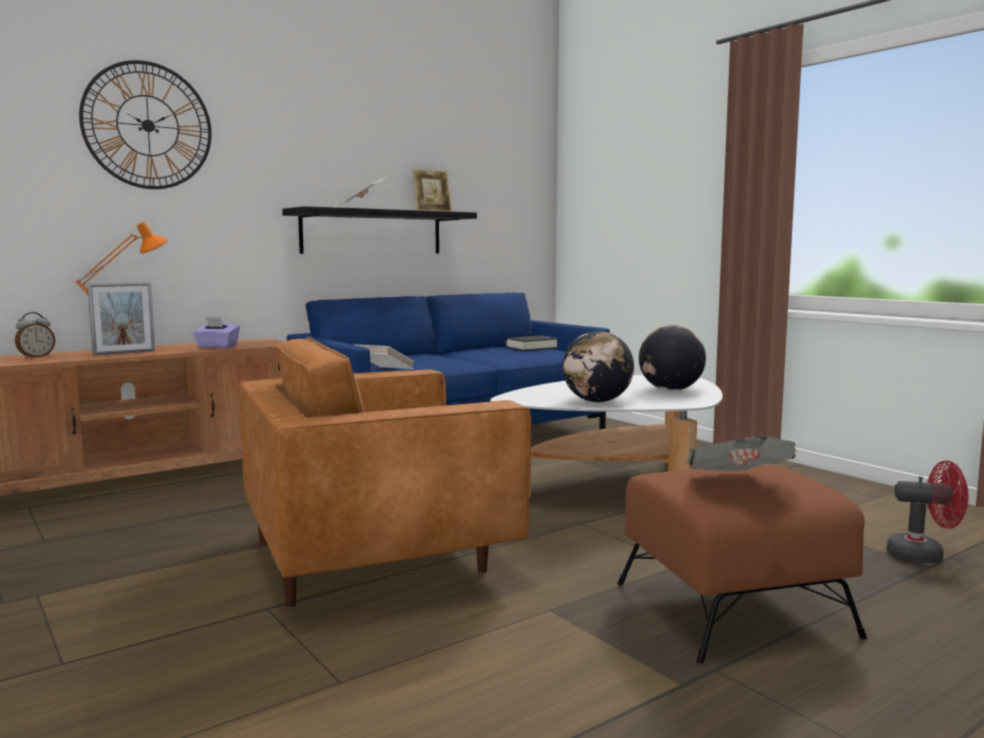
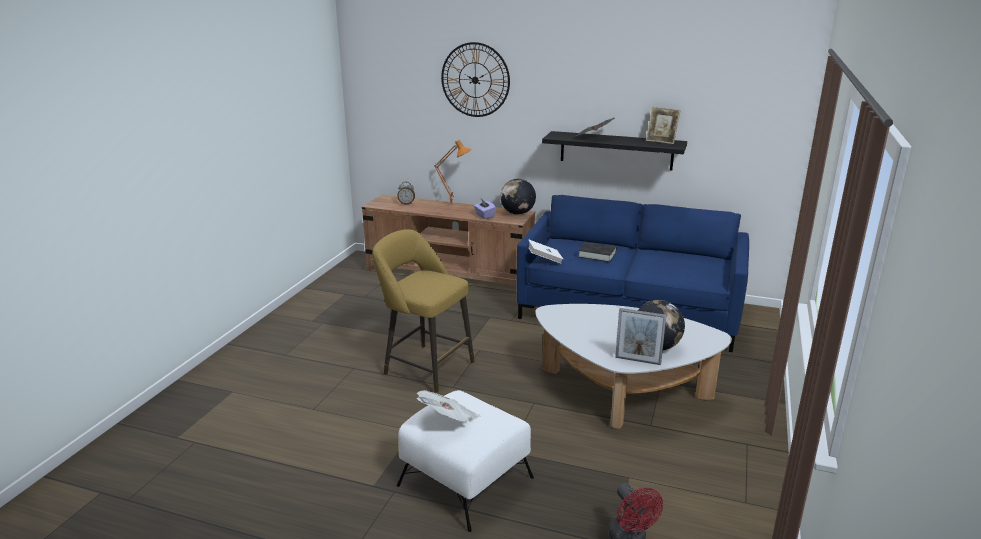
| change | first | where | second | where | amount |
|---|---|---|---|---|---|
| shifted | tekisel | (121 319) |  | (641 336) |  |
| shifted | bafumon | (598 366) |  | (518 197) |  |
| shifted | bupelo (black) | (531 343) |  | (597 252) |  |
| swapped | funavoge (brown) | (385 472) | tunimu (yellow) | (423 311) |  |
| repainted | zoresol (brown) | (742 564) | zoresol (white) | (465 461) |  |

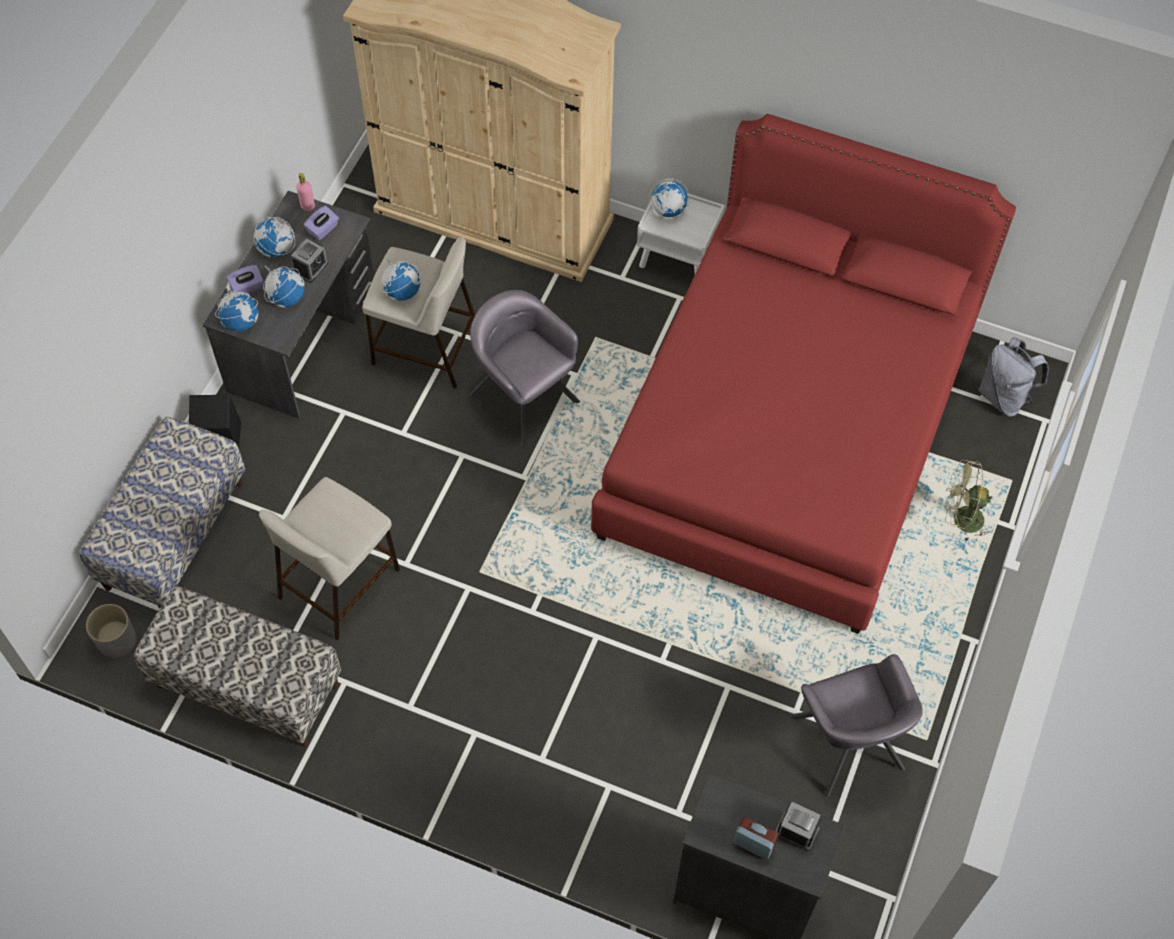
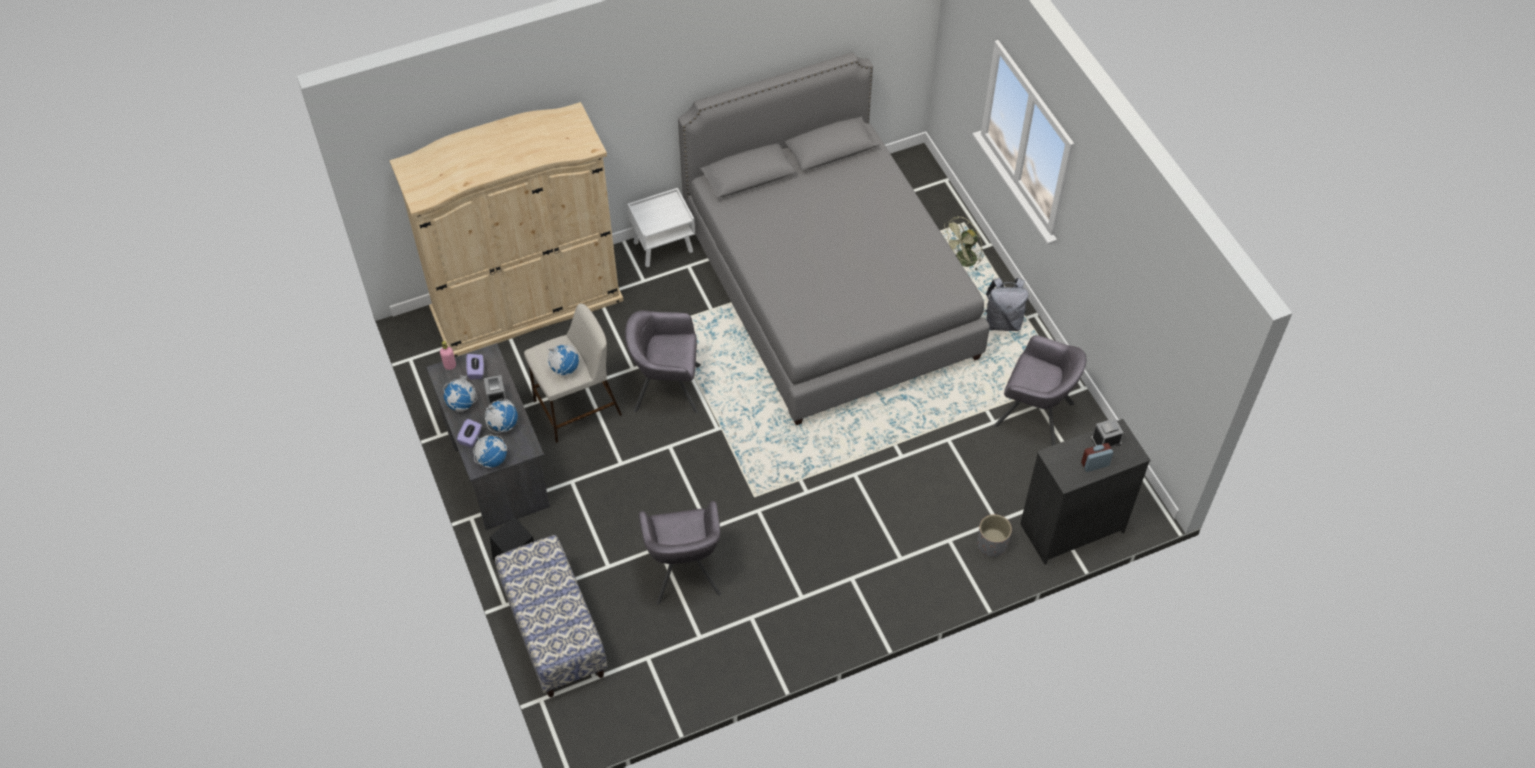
| change | first | where | second | where | amount |
|---|---|---|---|---|---|
| repainted | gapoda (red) | (803 374) | gapoda (grey) | (834 238) |  |
| gone | bafumon | (669 199) |  |  |  |
| shifted | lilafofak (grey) | (1014 377) |  | (1006 304) |  |
| swapped | tunimu (beige) | (329 558) | funavoge (grey) | (680 553) |  |
| gone | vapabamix | (237 666) |  |  |  |
| shifted | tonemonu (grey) | (111 631) |  | (994 535) |  |

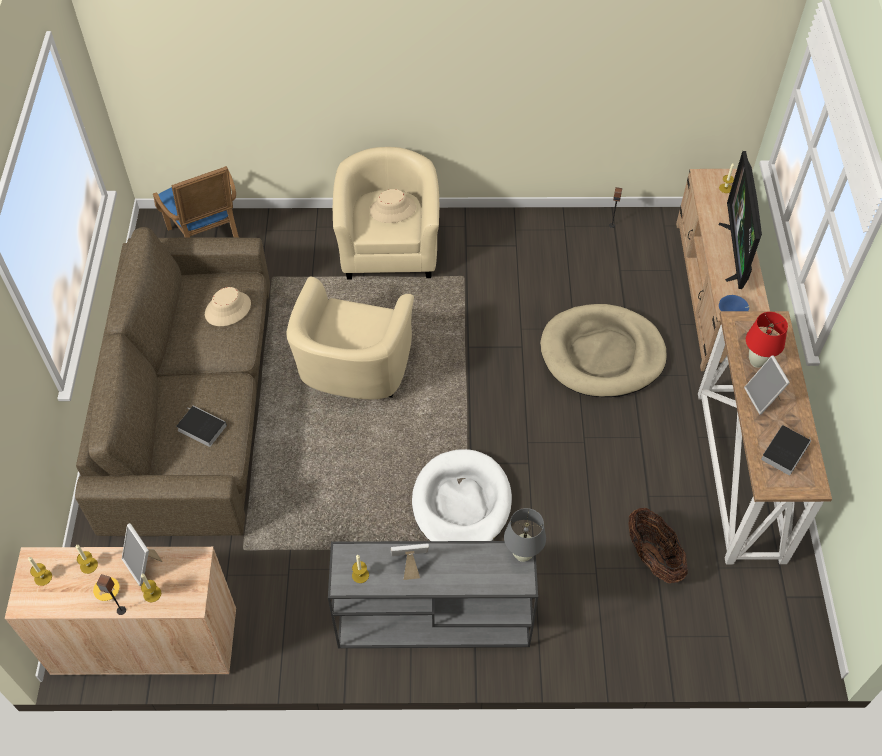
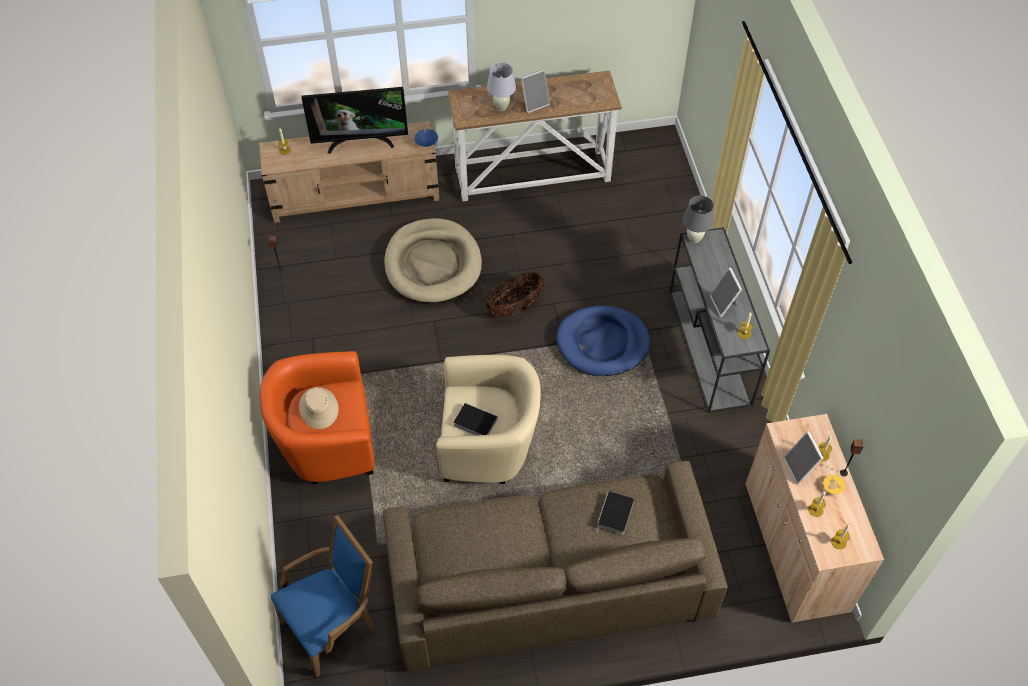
| change | first | where | second | where | amount |
|---|---|---|---|---|---|
| repainted | funavoge (beige) | (386 213) | funavoge (orange) | (317 417) |  |
| gone | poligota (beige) | (228 306) |  |  |  |
| repainted | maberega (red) | (767 340) | maberega (white) | (501 87) |  |
| shifted | bupelo | (786 450) |  | (475 419) |  |
| repainted | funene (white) | (462 495) | funene (blue) | (603 340) |  |
| shifted | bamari | (658 545) |  | (515 295) |  |
| rotated | tekisel | (142 554) |  | (803 458) | 120 degrees clockwise |

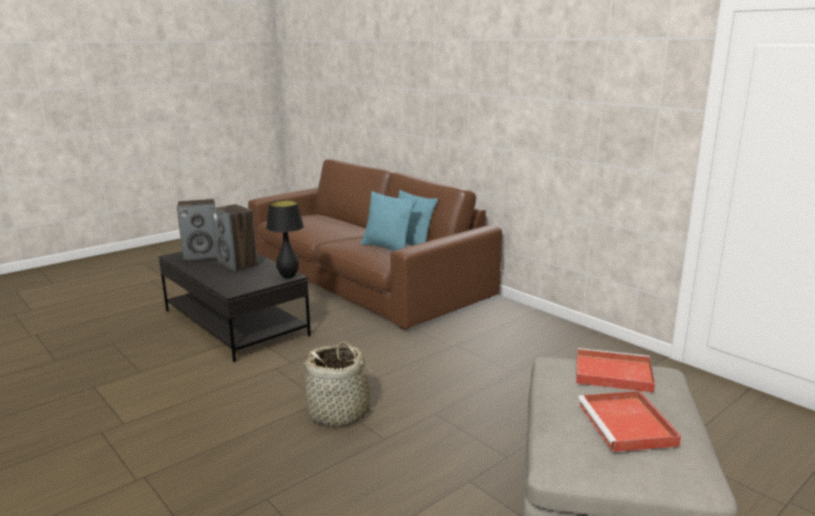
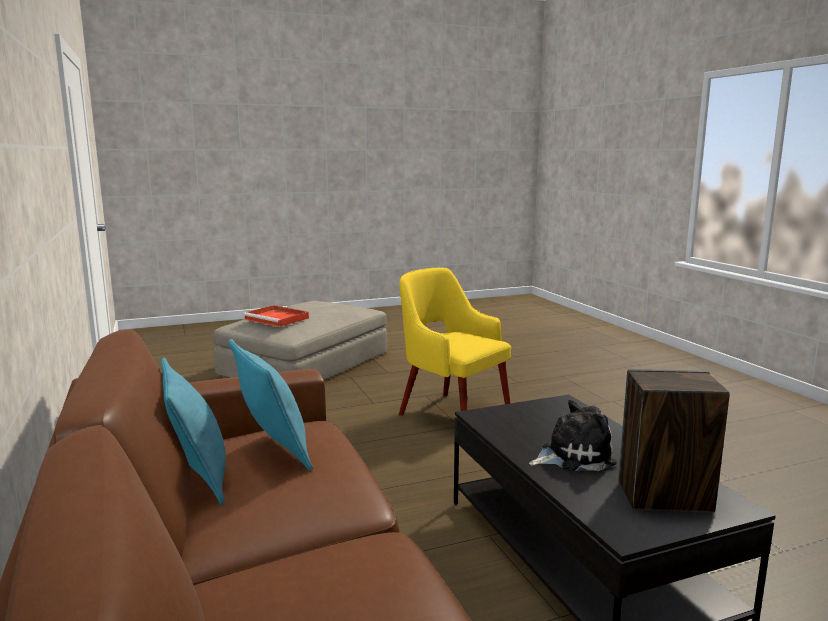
| change | first | where | second | where | amount |
|---|---|---|---|---|---|
| gone | maberega (black) | (285 239) |  |  |  |
| swapped | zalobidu | (235 237) | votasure | (573 435) |  |
| swapped | bamari | (341 384) | funavoge (yellow) | (455 342) |  |
| gone | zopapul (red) | (629 421) |  |  |  |

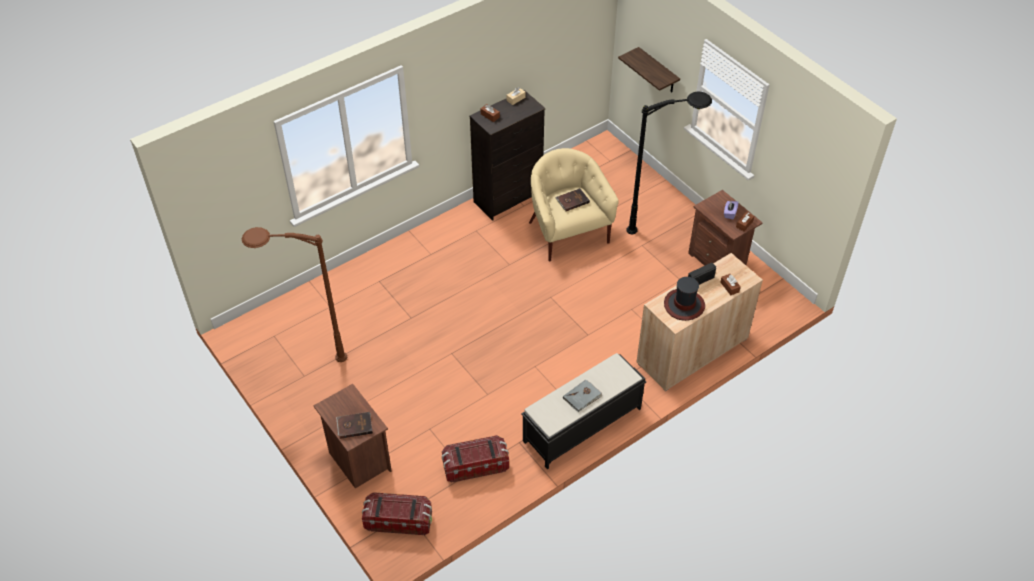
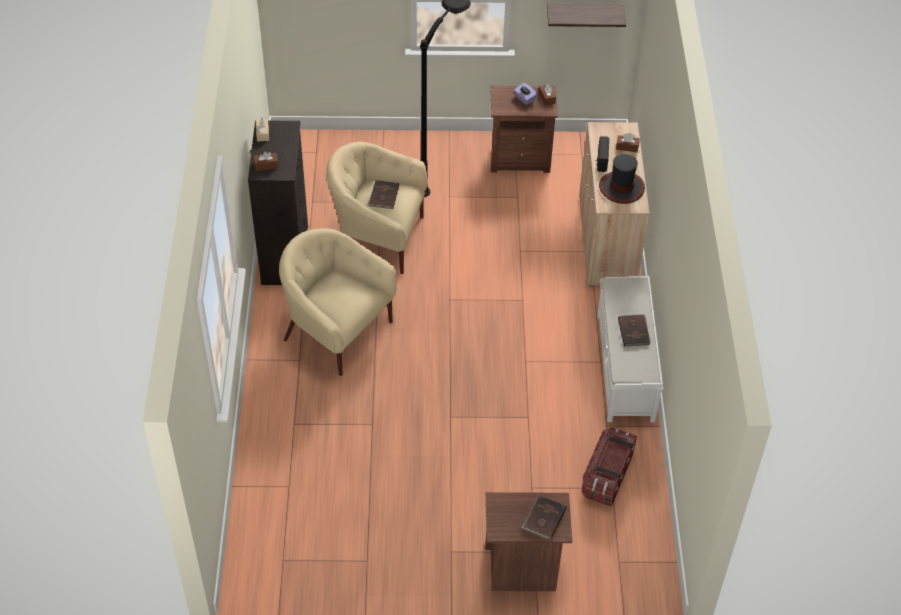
| change | first | where | second | where | amount |
|---|---|---|---|---|---|
| shifted | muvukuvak | (649 69) |  | (586 15) |  |
| gone | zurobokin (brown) | (294 294) |  |  |  |
| repainted | vapabamix (black) | (583 411) | vapabamix (white) | (630 349) |  |
| repainted | bupelo (grey) | (583 396) | bupelo (brown) | (634 330) |  |
| gone | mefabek | (397 513) |  |  |  |
| new |  |  | funavoge (beige) | (337 302) |  |

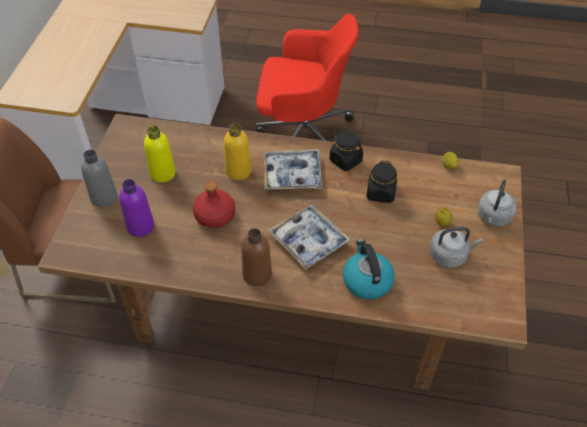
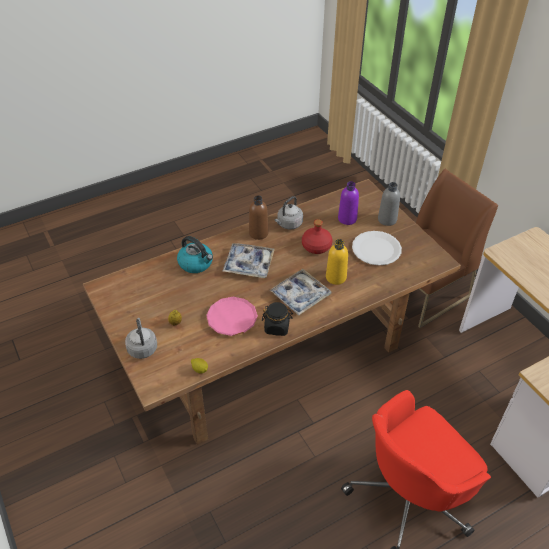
| change | first | where | second | where | amount |
|---|---|---|---|---|---|
| swapped | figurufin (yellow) | (160 154) | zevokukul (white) | (377 248) |  |
| swapped | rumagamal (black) | (381 182) | zevokukul (pink) | (232 316) |  |
| shifted | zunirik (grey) | (456 247) |  | (289 212) |  |

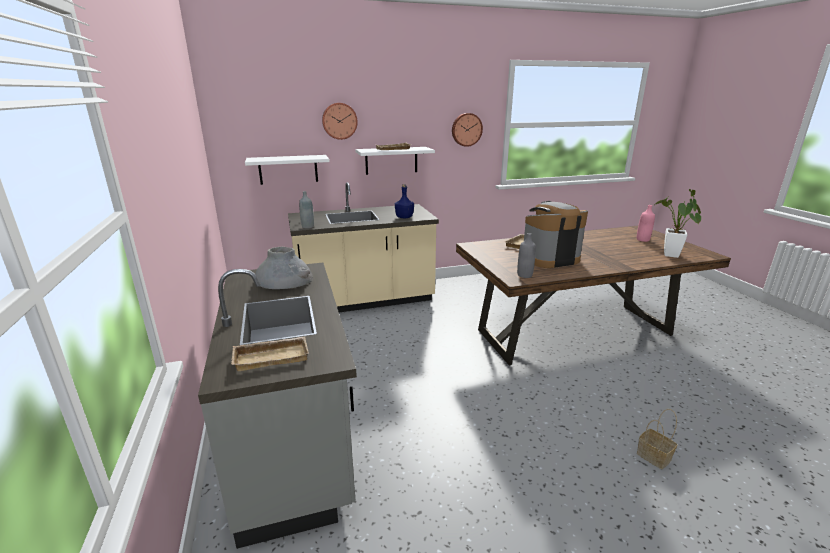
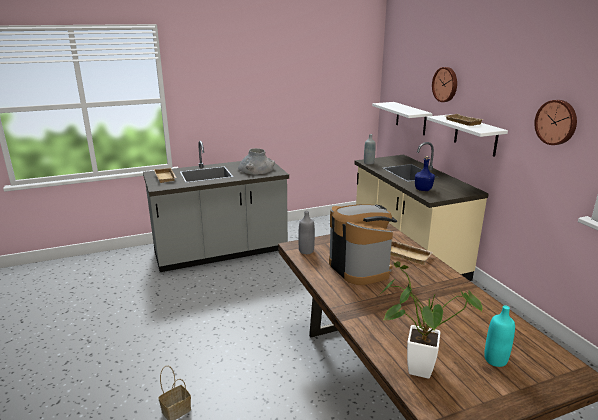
| change | first | where | second | where | amount |
|---|---|---|---|---|---|
| repainted | figurufin (pink) | (646 223) | figurufin (turquoise) | (499 336) |  |

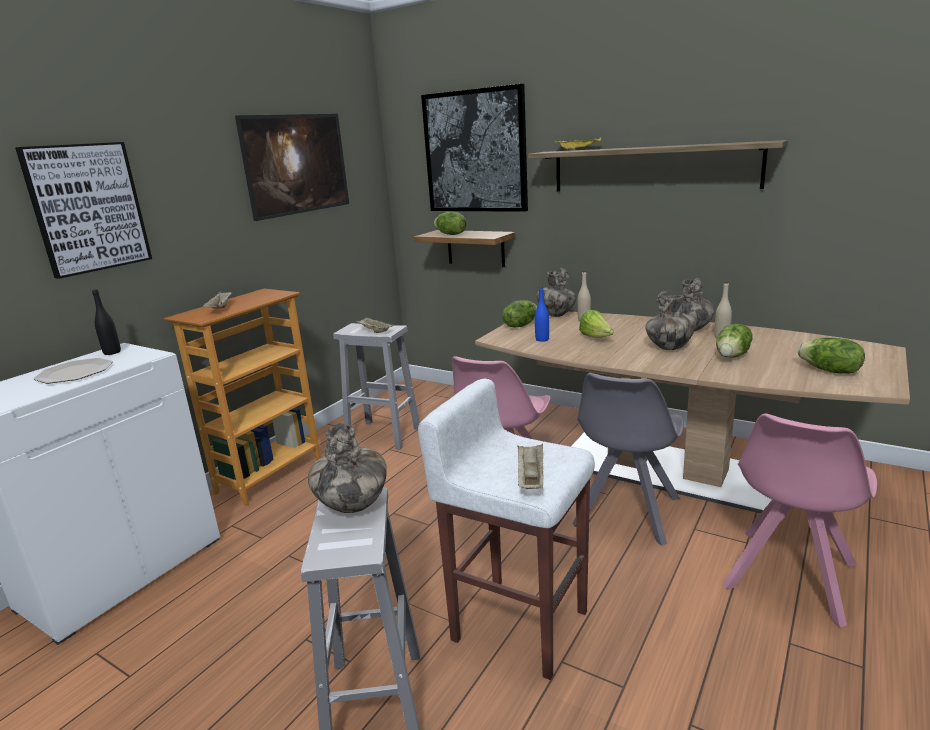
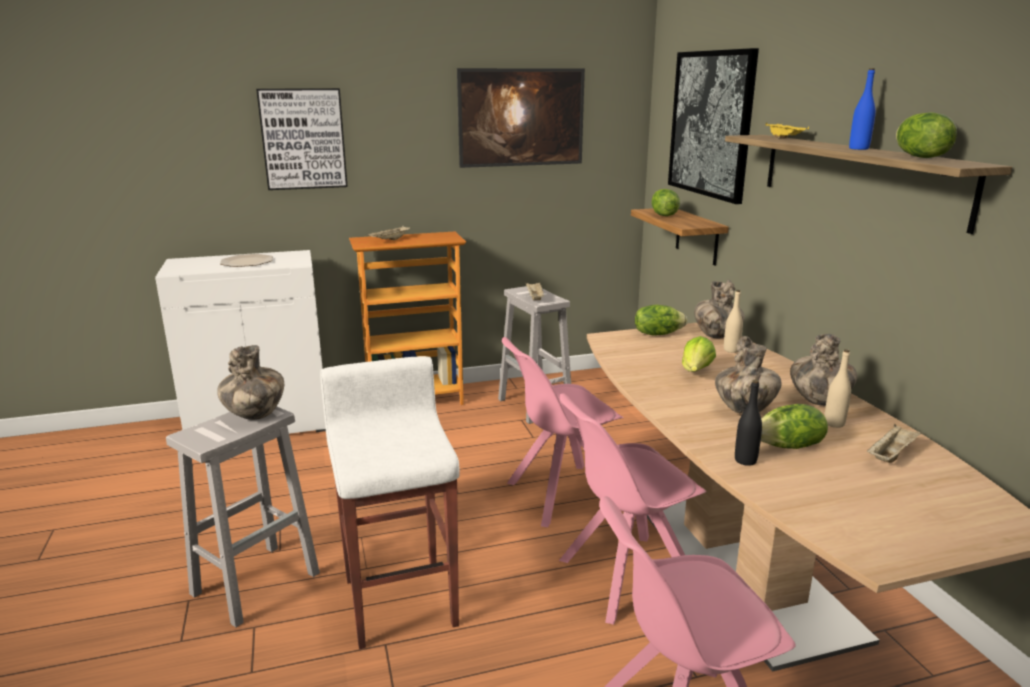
| change | first | where | second | where | amount |
|---|---|---|---|---|---|
| shifted | figurufin (blue) | (542 314) |  | (862 109) |  |
| shifted | figurufin (black) | (106 322) |  | (748 423) |  |
| shifted | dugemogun | (831 356) |  | (926 135) |  |
| repainted | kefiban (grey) | (628 459) | kefiban (pink) | (632 509) |  |
| shifted | zopapul (beige) | (530 466) |  | (895 443) |  |

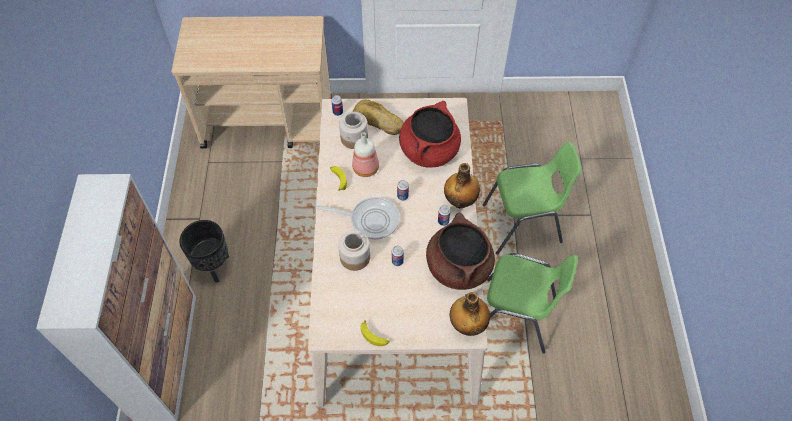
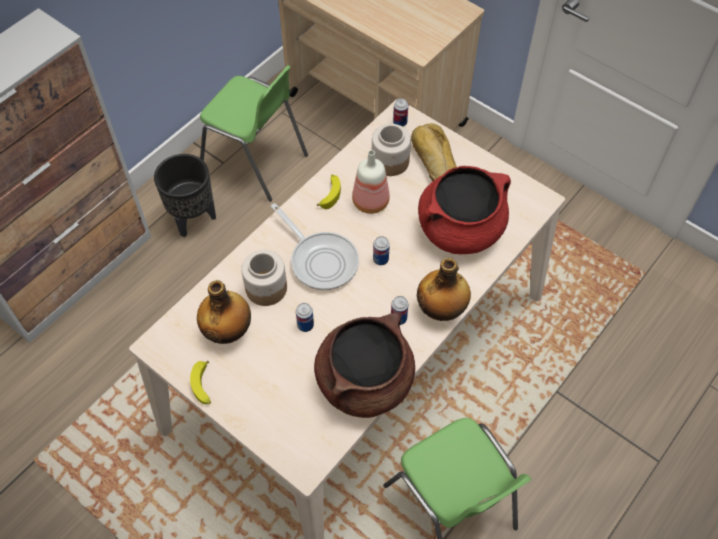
| change | first | where | second | where | amount |
|---|---|---|---|---|---|
| shifted | kefiban (green) | (532 198) |  | (254 133) |  |
| shifted | figurufin | (470 314) |  | (224 312) |  |

